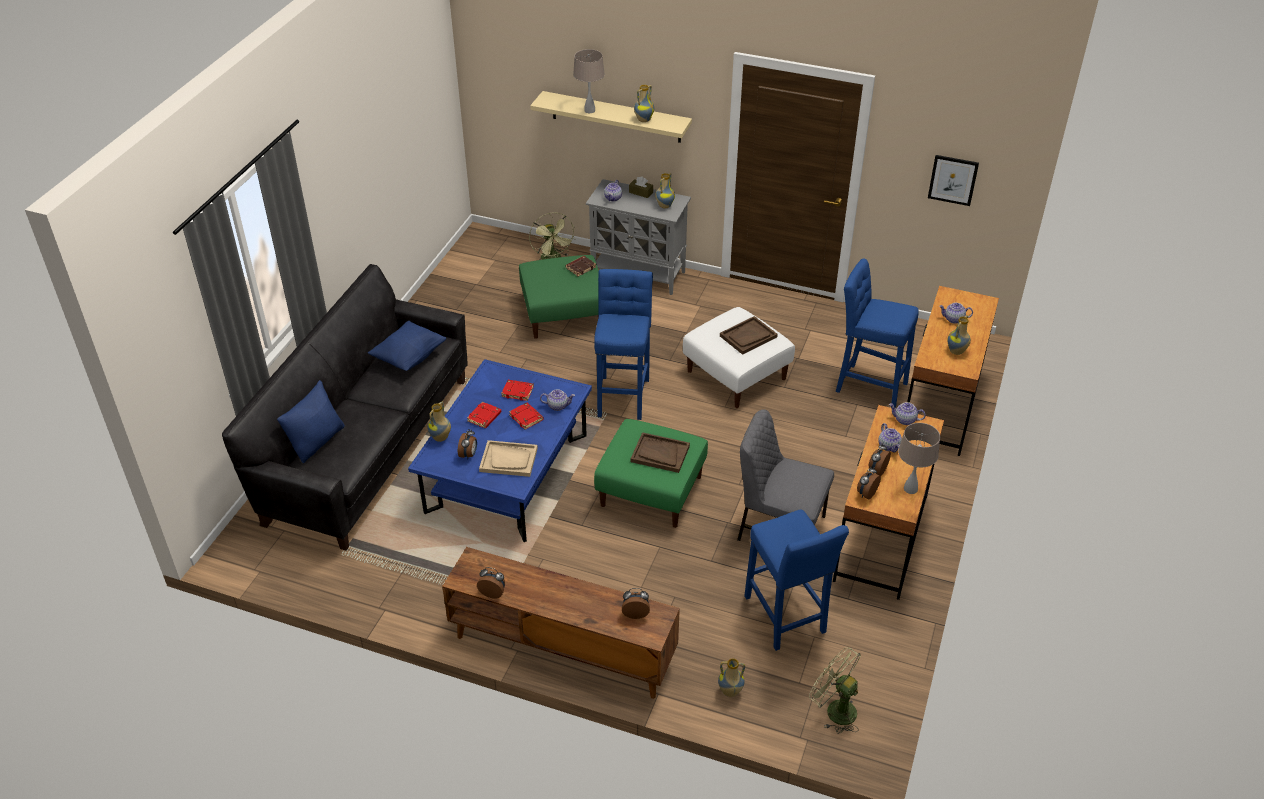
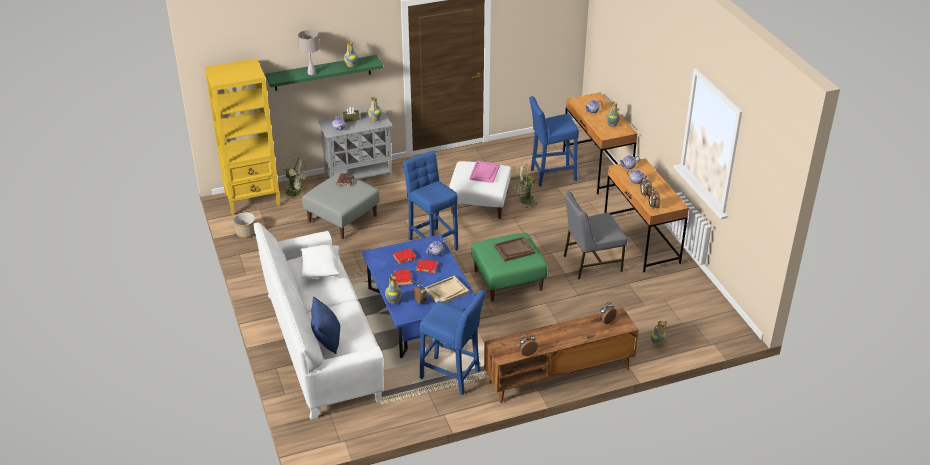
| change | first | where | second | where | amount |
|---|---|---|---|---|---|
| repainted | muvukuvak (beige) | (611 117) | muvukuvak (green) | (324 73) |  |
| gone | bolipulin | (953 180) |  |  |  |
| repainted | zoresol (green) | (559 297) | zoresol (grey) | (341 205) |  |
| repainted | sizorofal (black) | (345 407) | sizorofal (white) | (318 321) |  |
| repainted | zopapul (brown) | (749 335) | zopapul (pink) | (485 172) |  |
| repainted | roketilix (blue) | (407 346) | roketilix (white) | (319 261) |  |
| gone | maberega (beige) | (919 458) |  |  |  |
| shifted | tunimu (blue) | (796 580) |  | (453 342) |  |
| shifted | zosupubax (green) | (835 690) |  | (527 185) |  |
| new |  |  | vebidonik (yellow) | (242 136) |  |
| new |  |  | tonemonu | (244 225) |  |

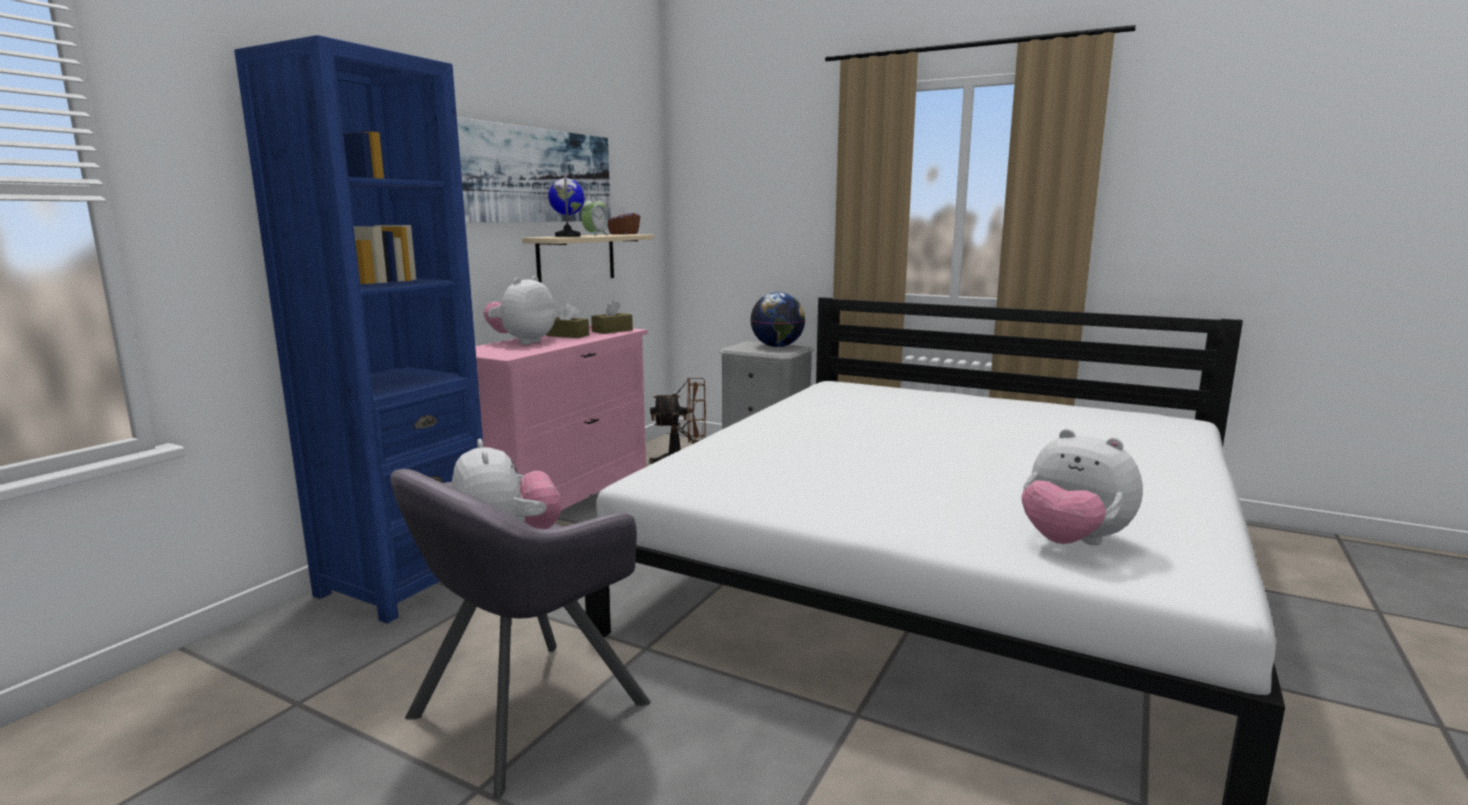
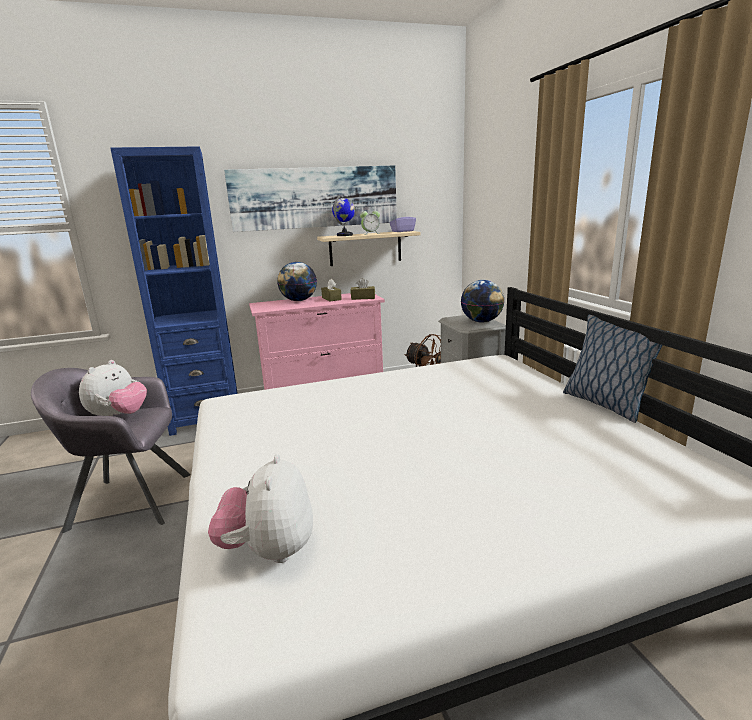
| change | first | where | second | where | amount |
|---|---|---|---|---|---|
| repainted | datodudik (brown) | (623 220) | datodudik (purple) | (402 222) |  |
| swapped | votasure | (519 310) | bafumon | (297 281) |  |
| new |  |  | roketilix | (616 369) |  |

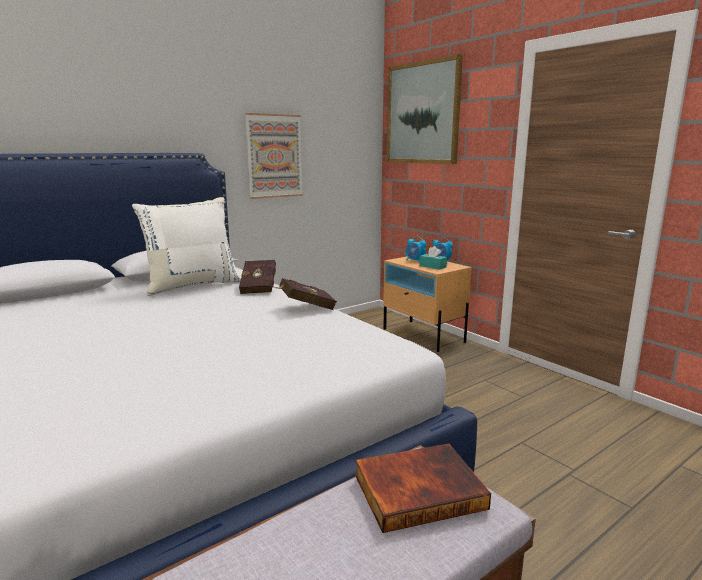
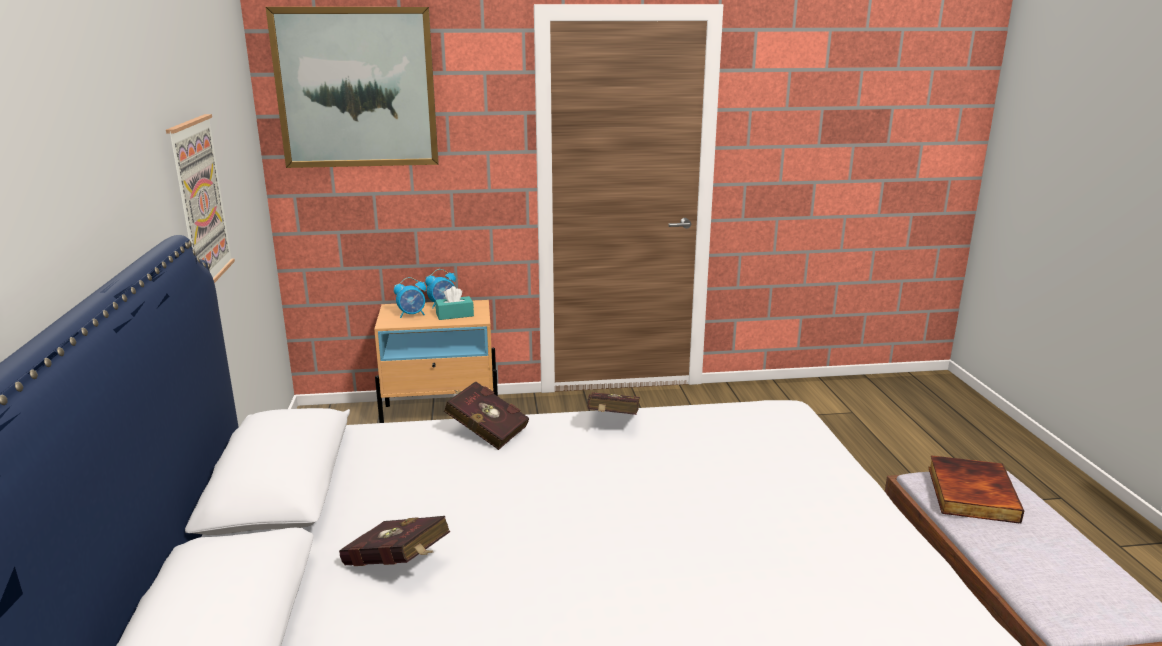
| change | first | where | second | where | amount |
|---|---|---|---|---|---|
| gone | roketilix (white) | (186 246) |  |  |  |
| new |  |  | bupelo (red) | (394 541) |  |

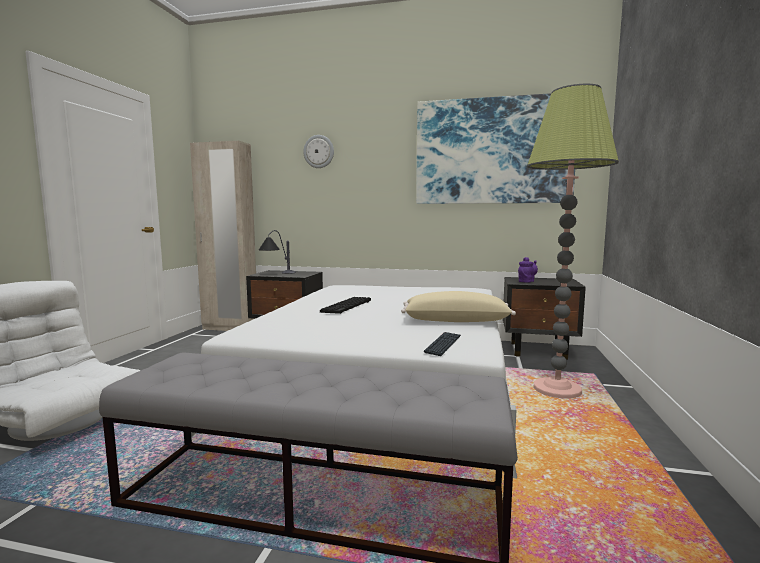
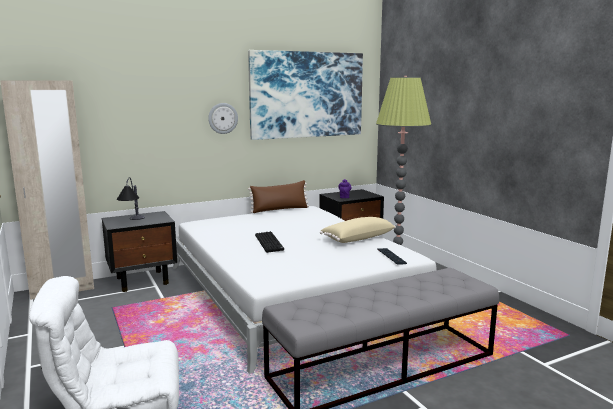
| change | first | where | second | where | amount |
|---|---|---|---|---|---|
| shifted | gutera | (318 151) |  | (223 118) |  |
| new |  |  | roketilix (brown) | (278 196) |  |

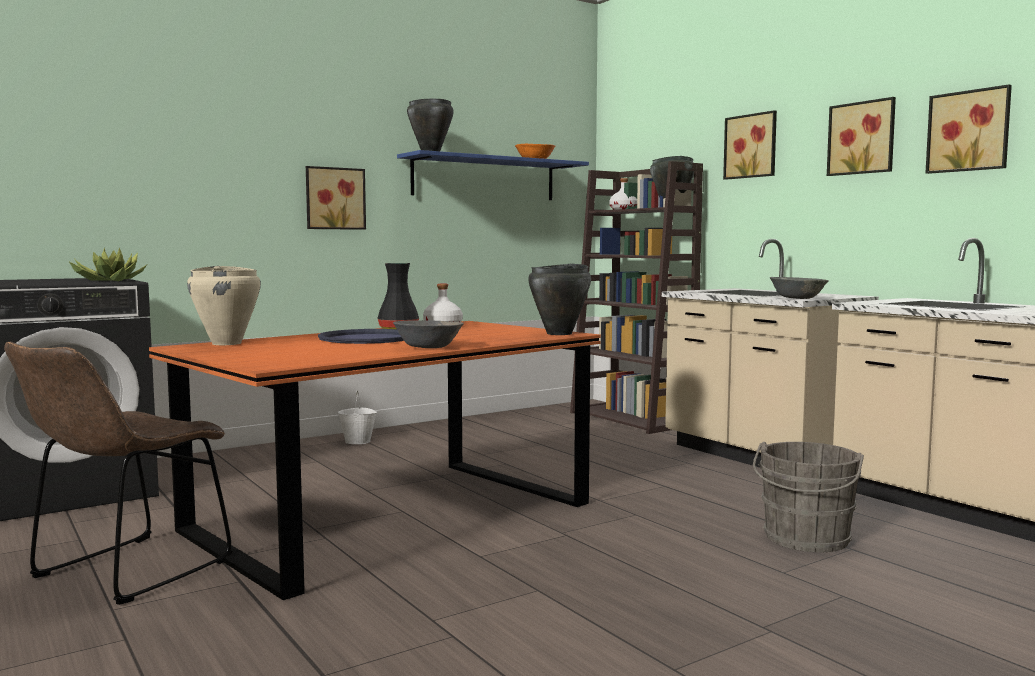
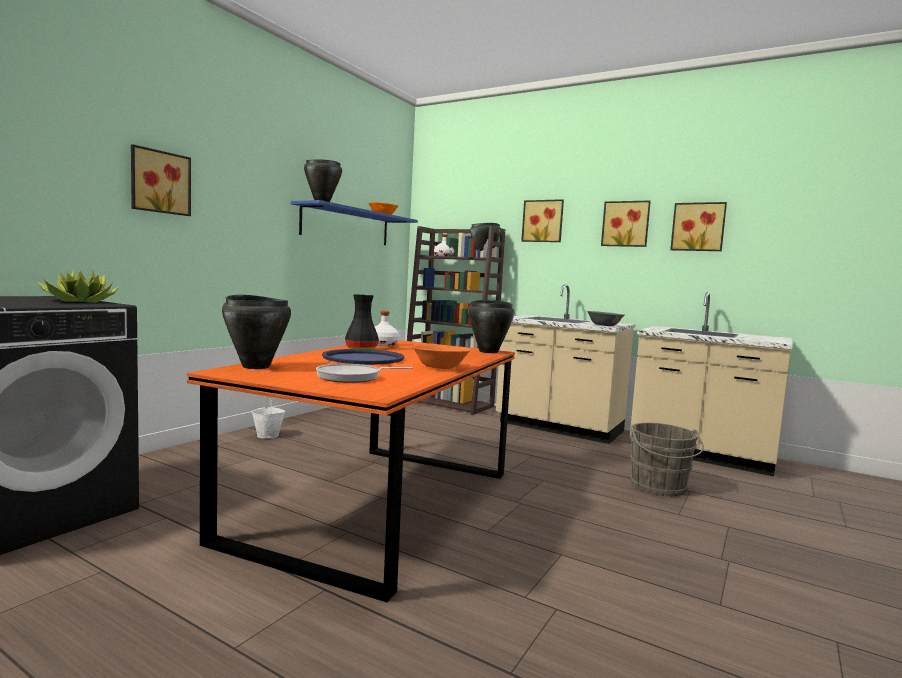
| change | first | where | second | where | amount |
|---|---|---|---|---|---|
| shifted | bolipulin | (336 198) |  | (161 180) |  |
| repainted | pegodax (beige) | (224 305) | pegodax (black) | (256 331) |  |
| repainted | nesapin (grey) | (428 334) | nesapin (orange) | (441 357) |  |
| gone | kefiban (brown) | (118 473) |  |  |  |
| new |  |  | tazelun | (364 373) |  |

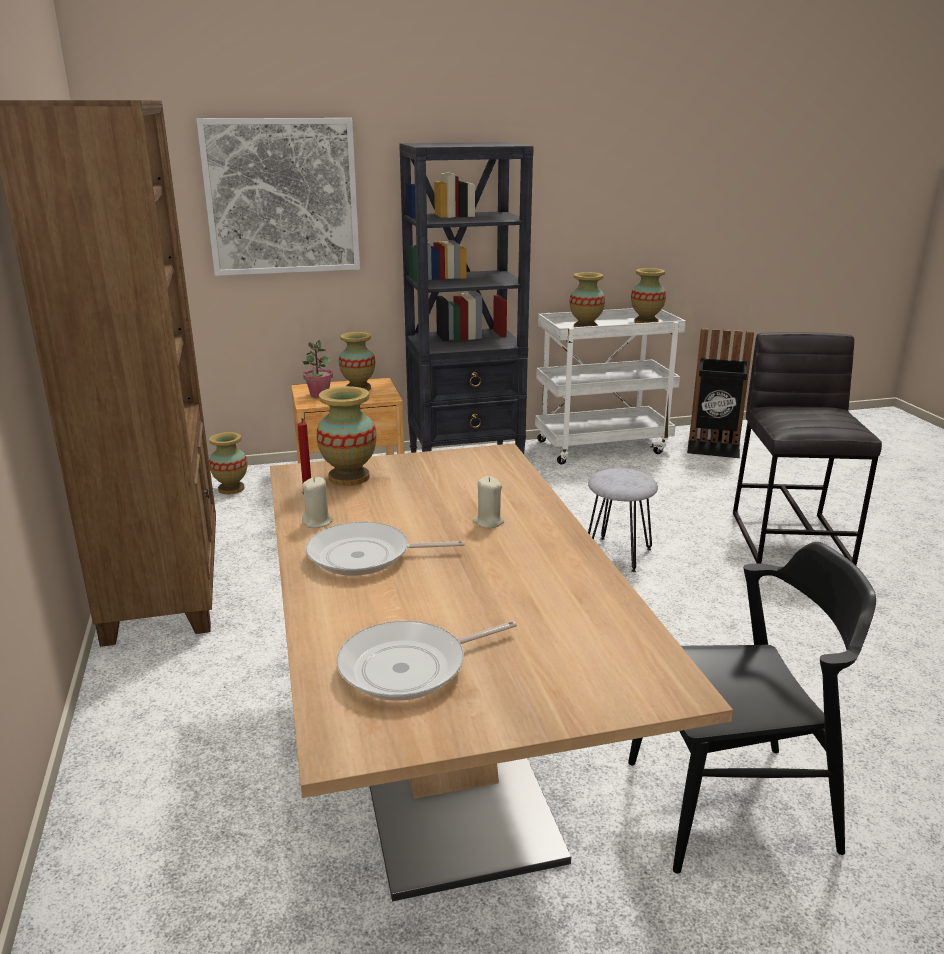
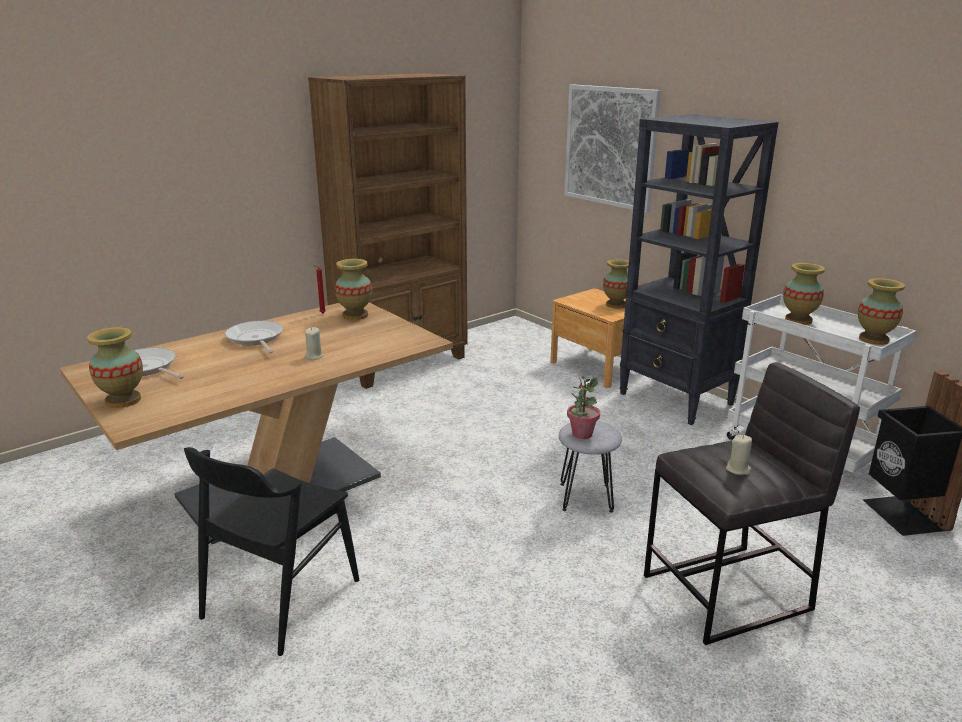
| change | first | where | second | where | amount |
|---|---|---|---|---|---|
| shifted | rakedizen | (317 368) |  | (583 407) |  |
| shifted | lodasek | (228 463) |  | (115 367) |  |
| shifted | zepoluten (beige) | (317 502) |  | (739 455) |  |
| rotated | kefiban (black) | (752 708) |  | (271 551) | 60 degrees clockwise |

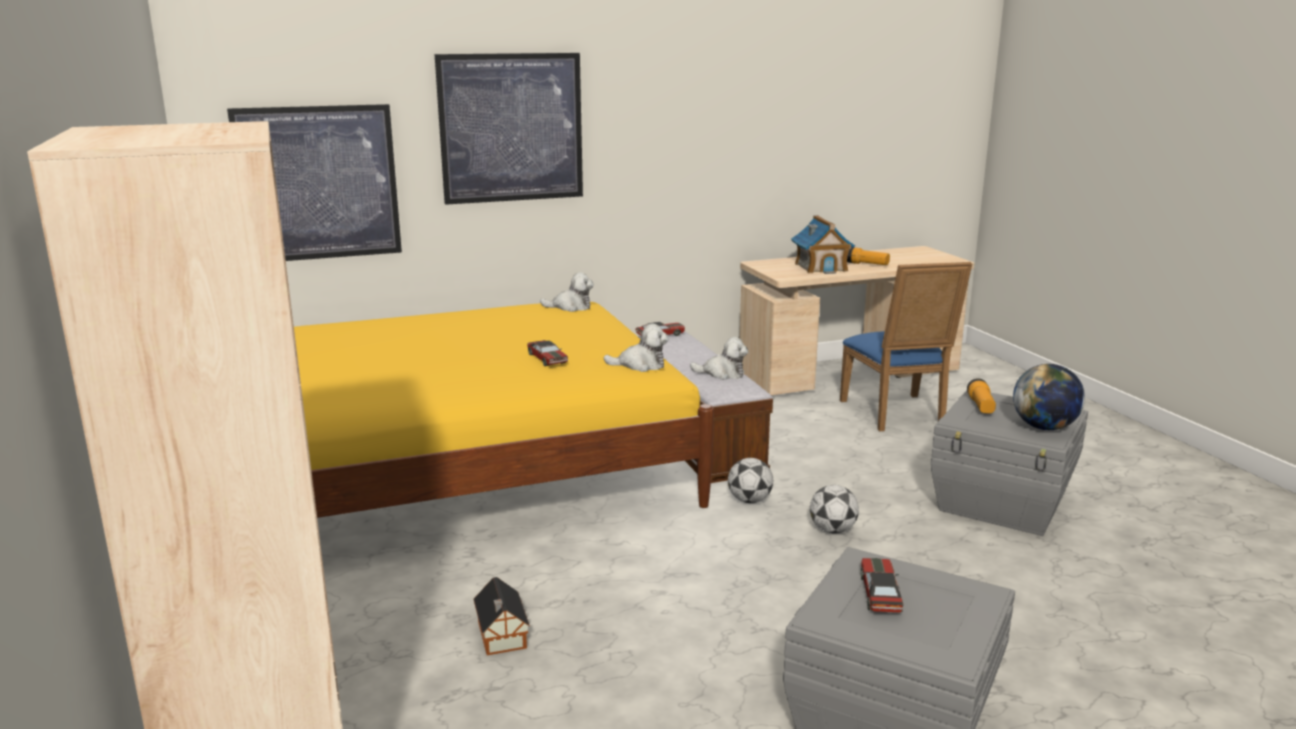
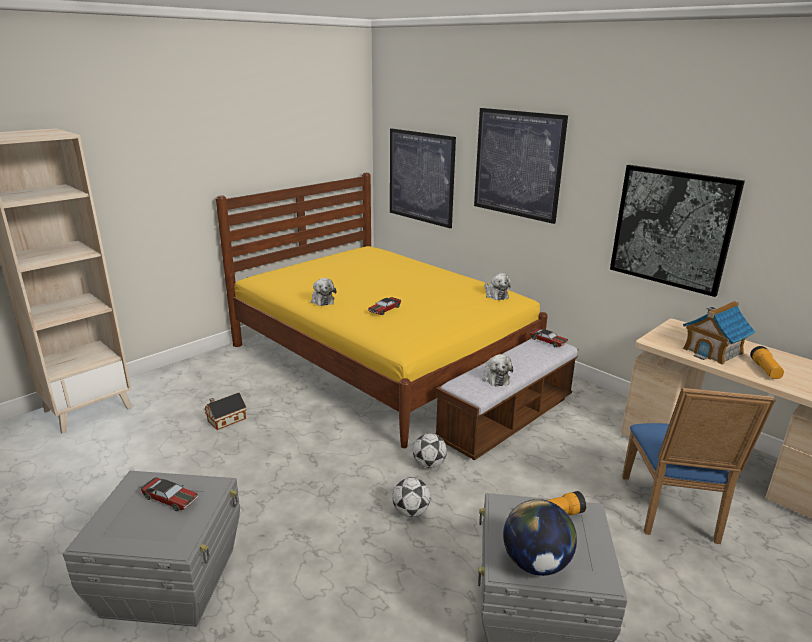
| change | first | where | second | where | amount |
|---|---|---|---|---|---|
| rotated | kefiban (blue) | (906 346) |  | (699 466) | 45 degrees counterclockwise |
| shifted | votasure | (636 347) |  | (324 292) |  |
| rotated | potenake | (882 585) |  | (169 494) | 45 degrees clockwise |
| new |  |  | bolipulin | (677 231) |  |

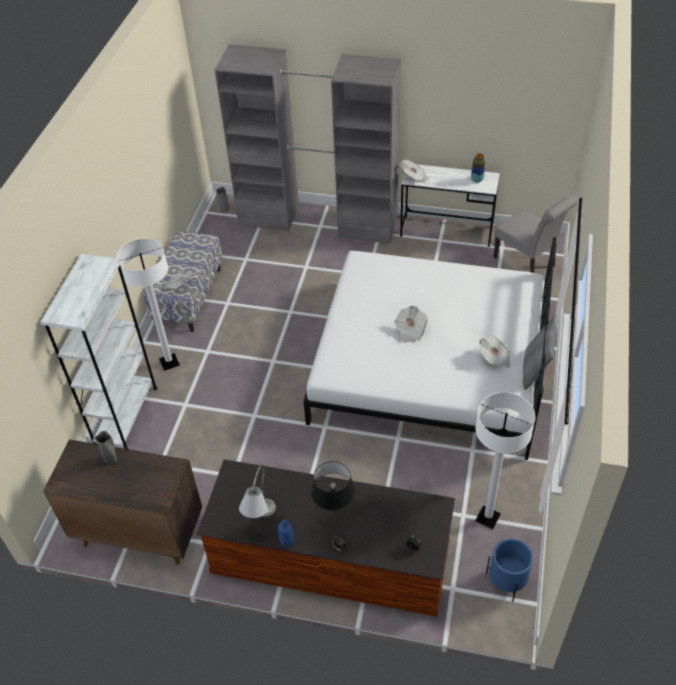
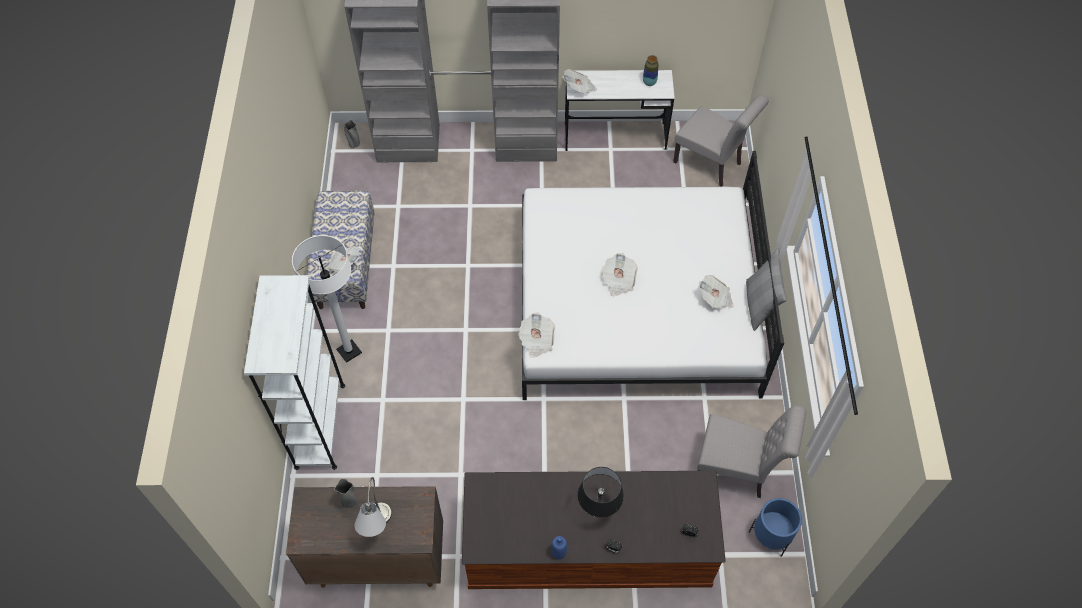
| change | first | where | second | where | amount |
|---|---|---|---|---|---|
| swapped | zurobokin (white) | (505 460) | kefiban (grey) | (751 451) |  |
| shifted | maberega (grey) | (257 491) |  | (373 507) |  |
| new |  |  | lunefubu | (536 335) |  |

